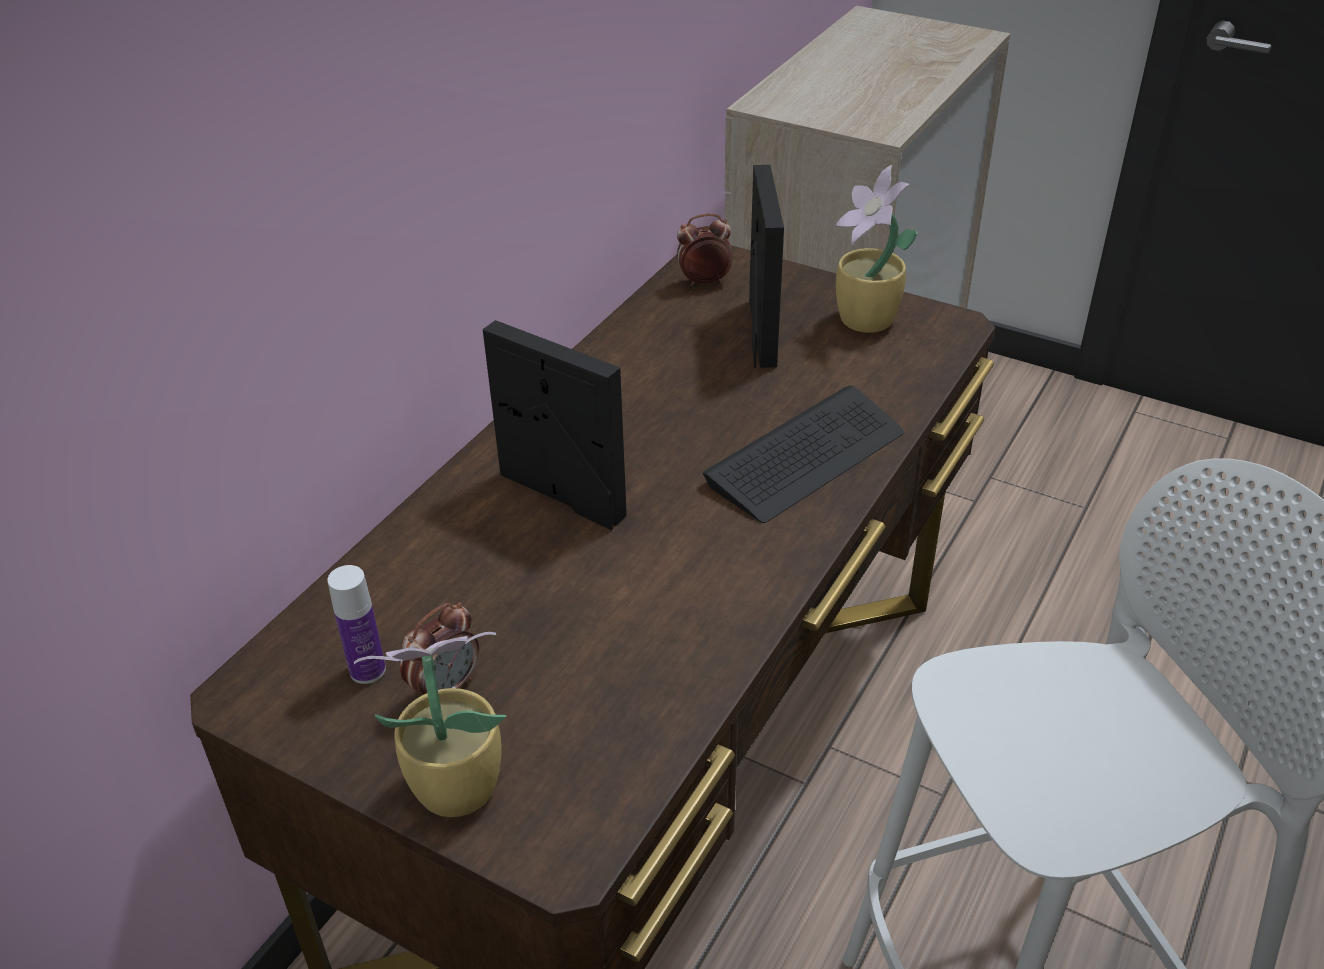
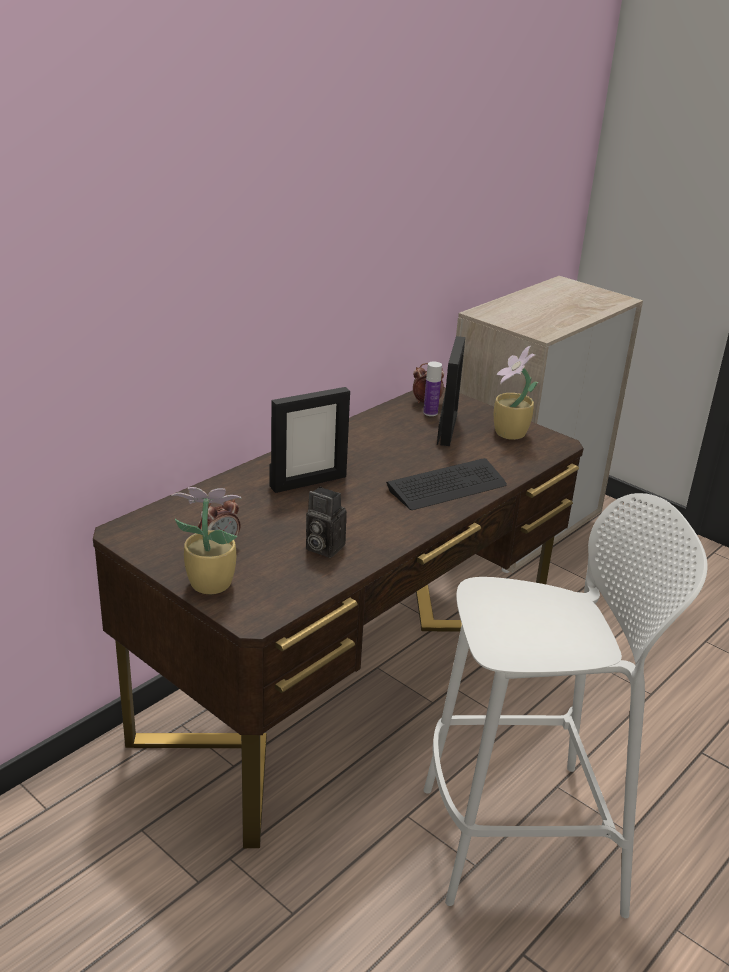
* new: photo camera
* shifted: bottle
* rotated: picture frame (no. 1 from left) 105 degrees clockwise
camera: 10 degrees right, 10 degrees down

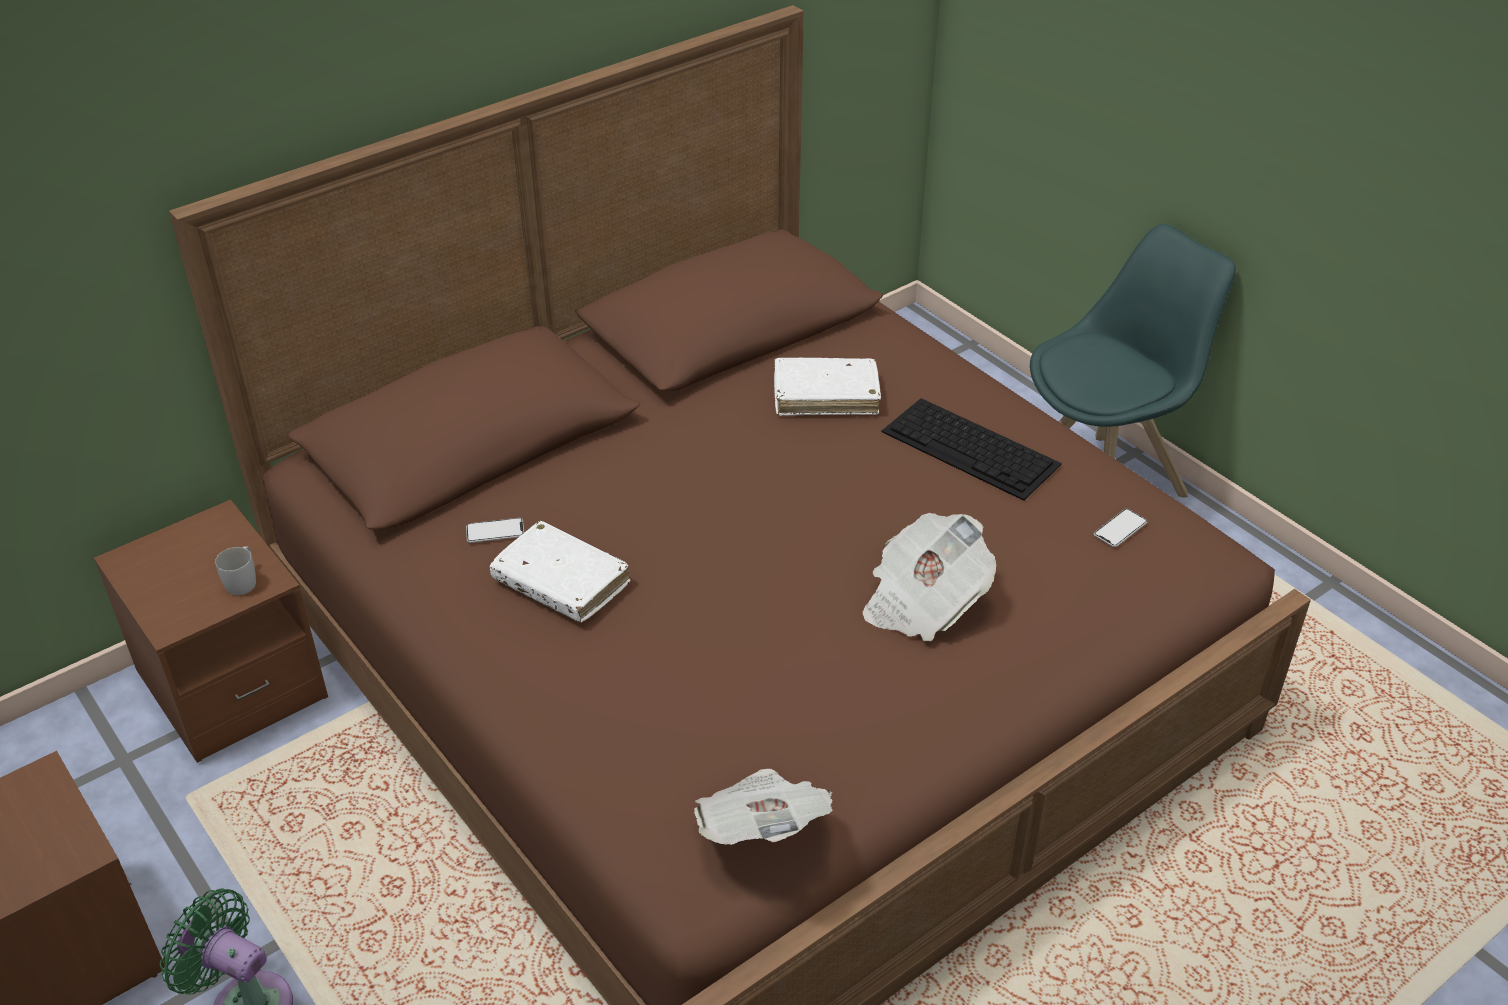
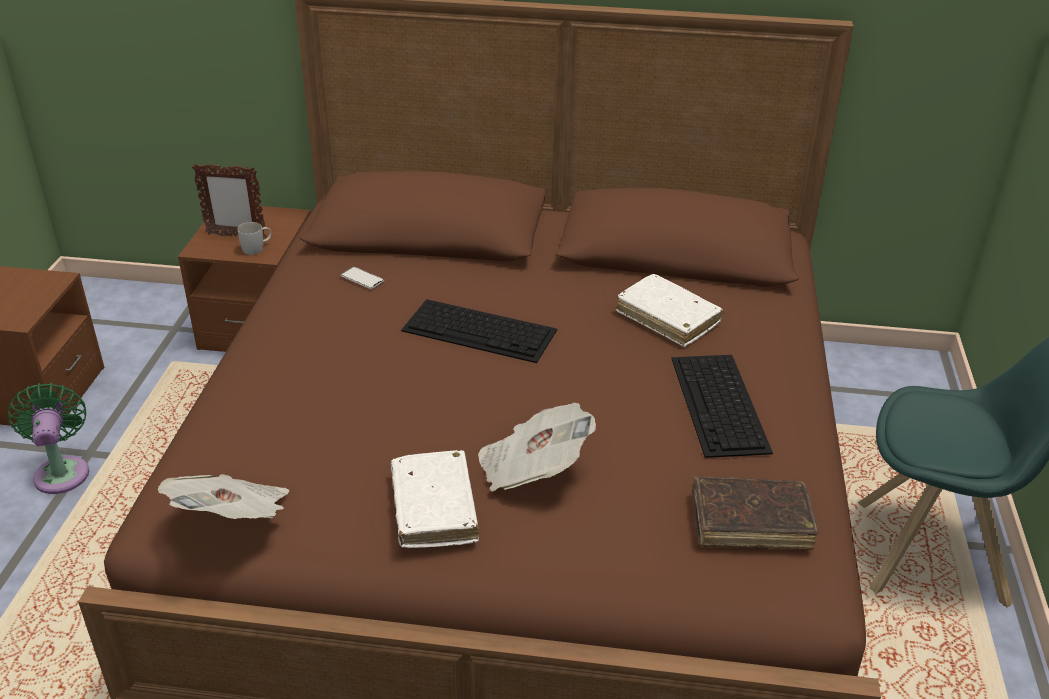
* new: picture frame
* new: keyboard (no. 1 from left)
* shifted: book (white) (no. 1 from left)
* swapped: phone (no. 2 from left) to book (brown)
camera: 45 degrees right, 5 degrees down

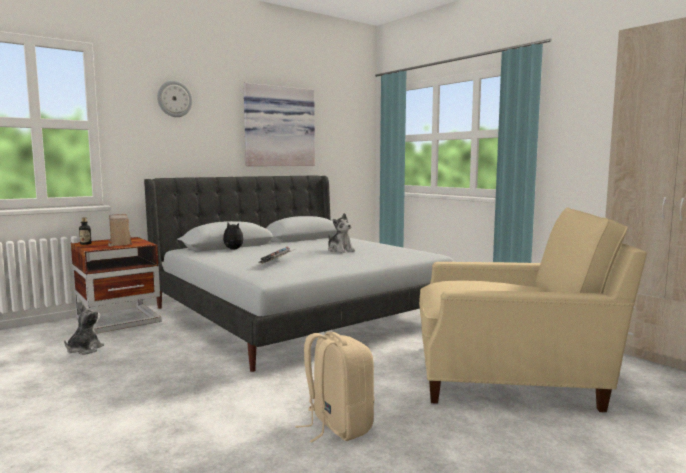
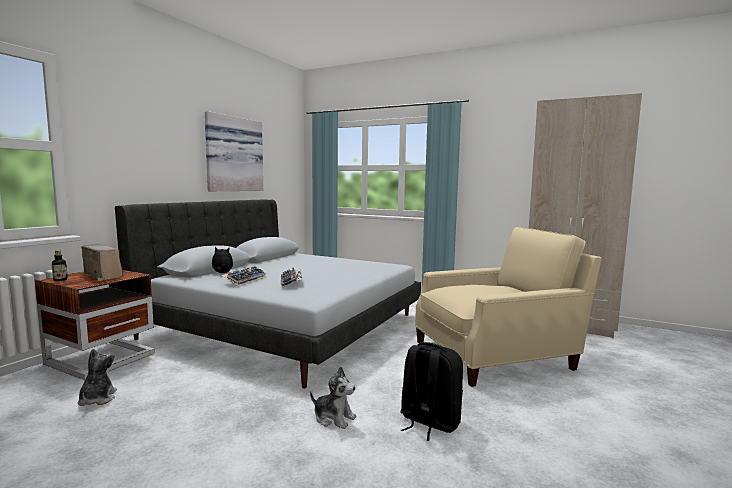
* gone: wall clock
* new: keyboard (no. 1 from left)
* shifted: plush toy (no. 3 from left)
* repainted: backpack (beige) to backpack (black)
camera: 25 degrees left, 0 degrees up

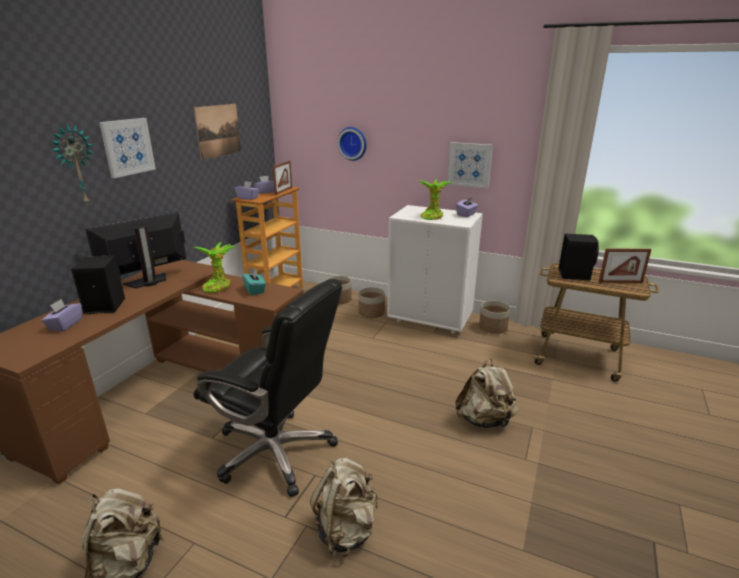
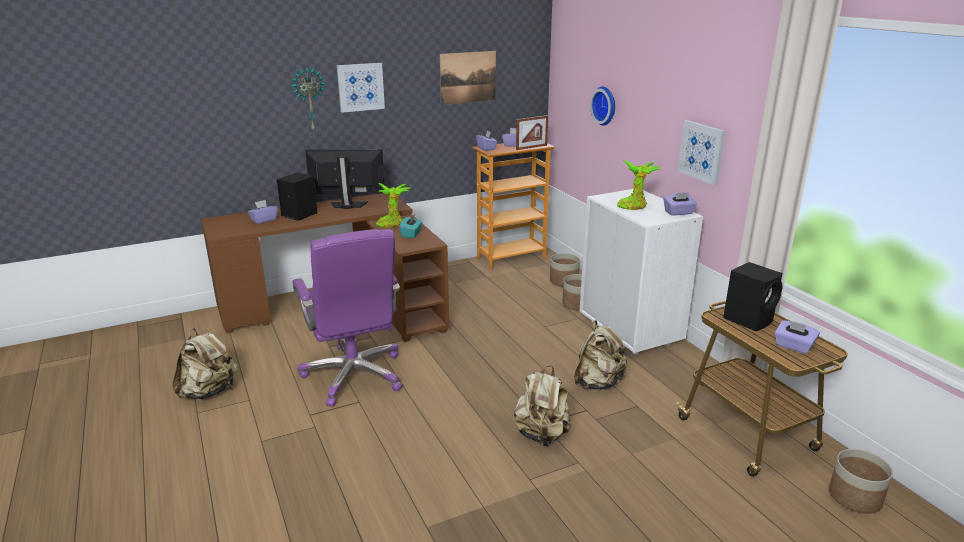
* shifted: backpack (beige) (no. 2 from left in the first image) to backpack (beige) (no. 3 from left)
* shifted: planter (no. 3 from left)
* swapped: picture frame (no. 2 from left) to tissue box (purple) (no. 5 from left)
* repainted: office chair (black) to office chair (purple)
camera: 40 degrees right, 0 degrees up

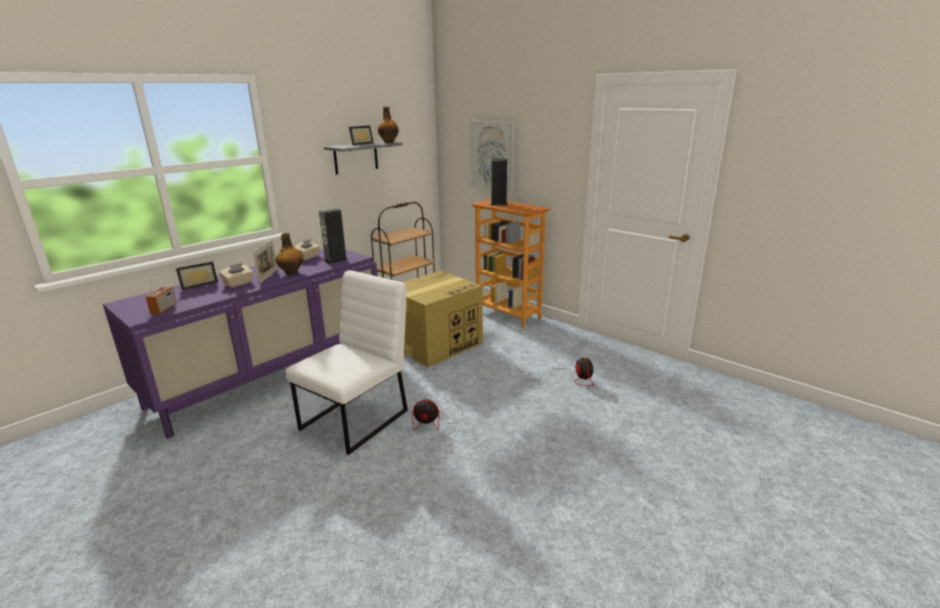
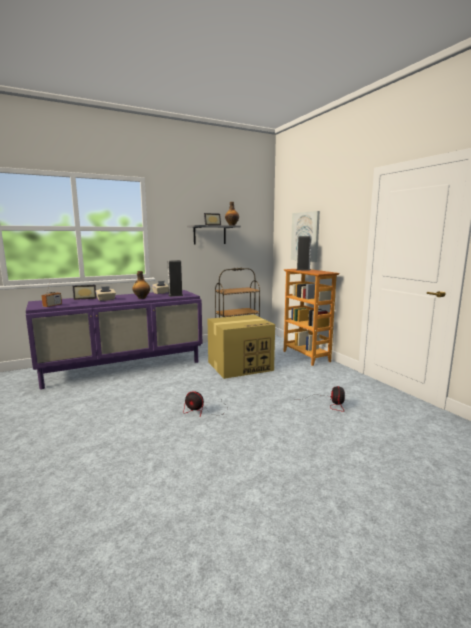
* gone: picture frame (no. 2 from left)
* gone: chair (white)
camera: 20 degrees right, 10 degrees down

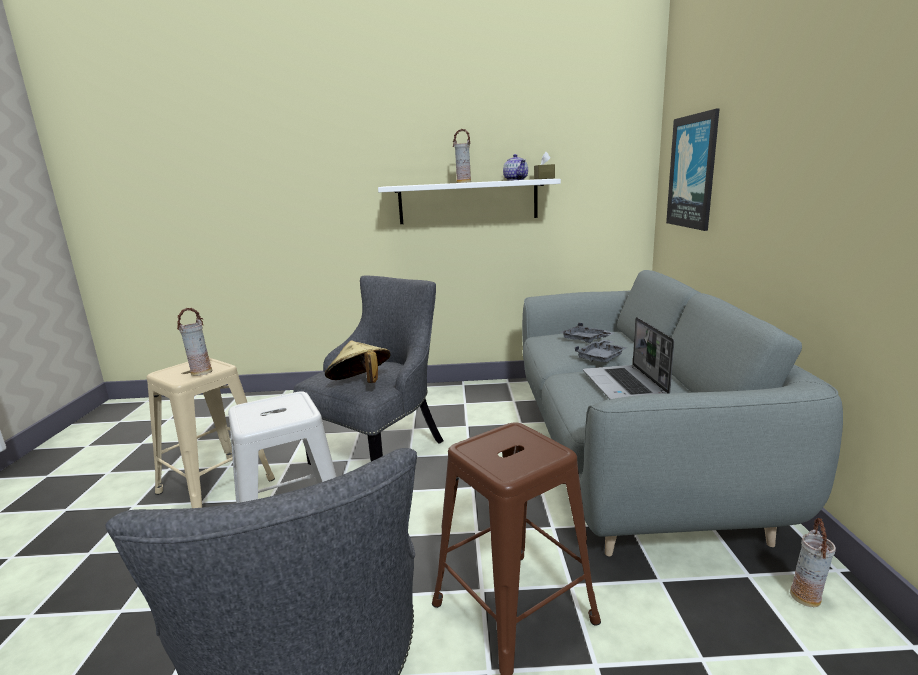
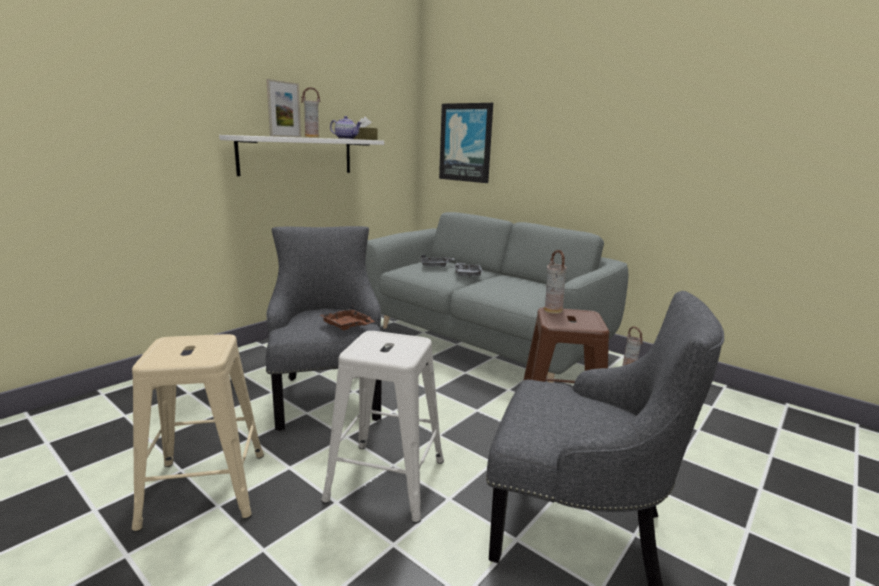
* gone: laptop
* new: picture frame
* shifted: vase (no. 1 from left in the first image) to vase (no. 2 from left)
* swapped: hat (beige) to tray (brown)
camera: 50 degrees left, 0 degrees up

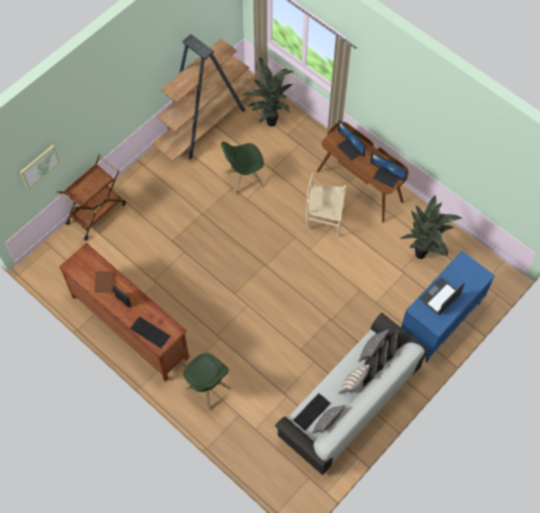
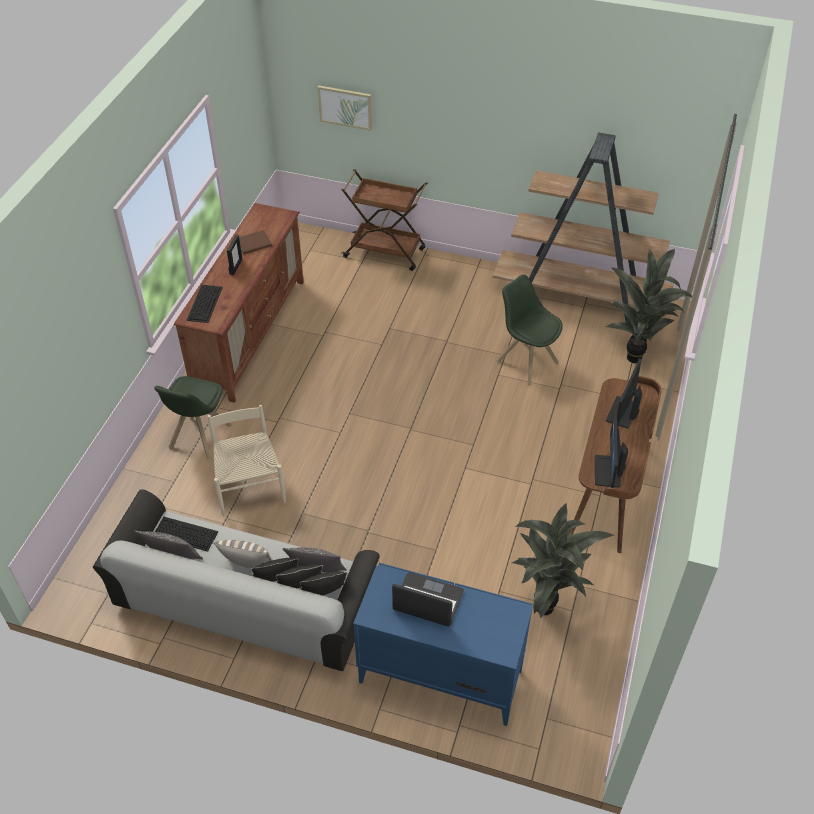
* shifted: chair (beige)
camera: 65 degrees right, 15 degrees down

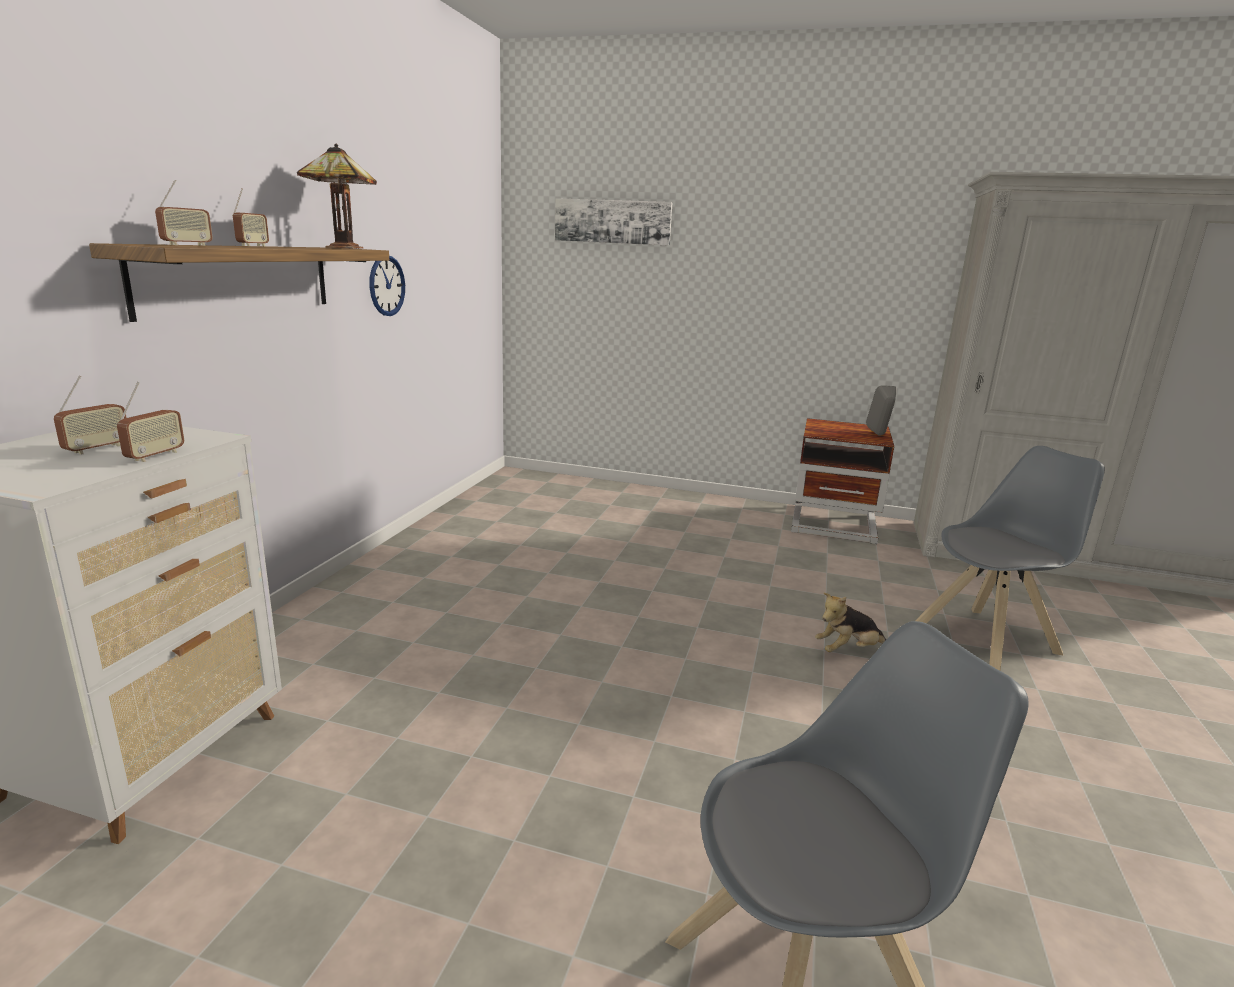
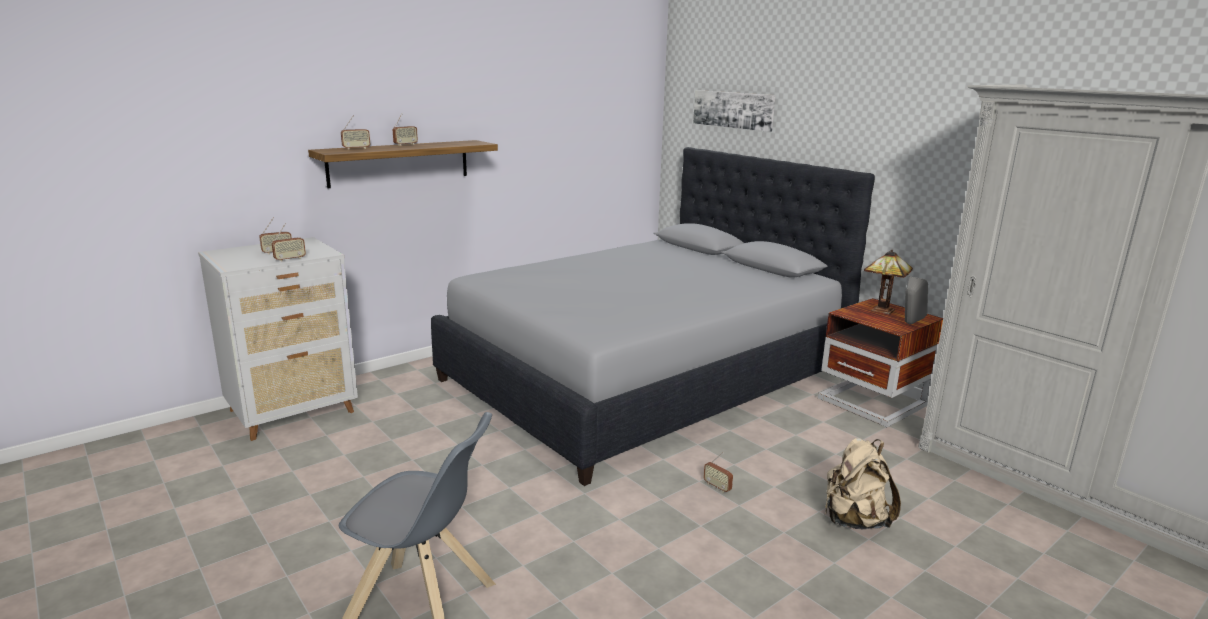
* gone: wall clock
* new: bed (grey)
* shifted: table lamp
* swapped: plush toy to radio (no. 5 from left)
* swapped: chair (grey) (no. 2 from left) to backpack (beige)
camera: 35 degrees right, 0 degrees up

